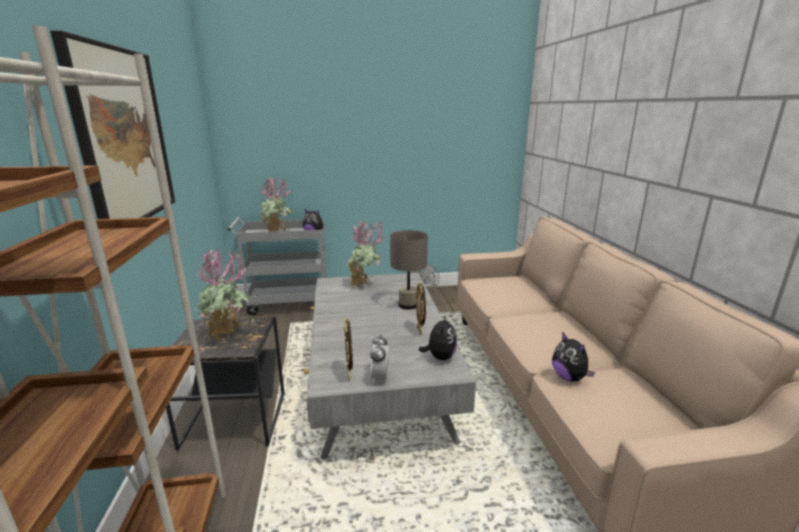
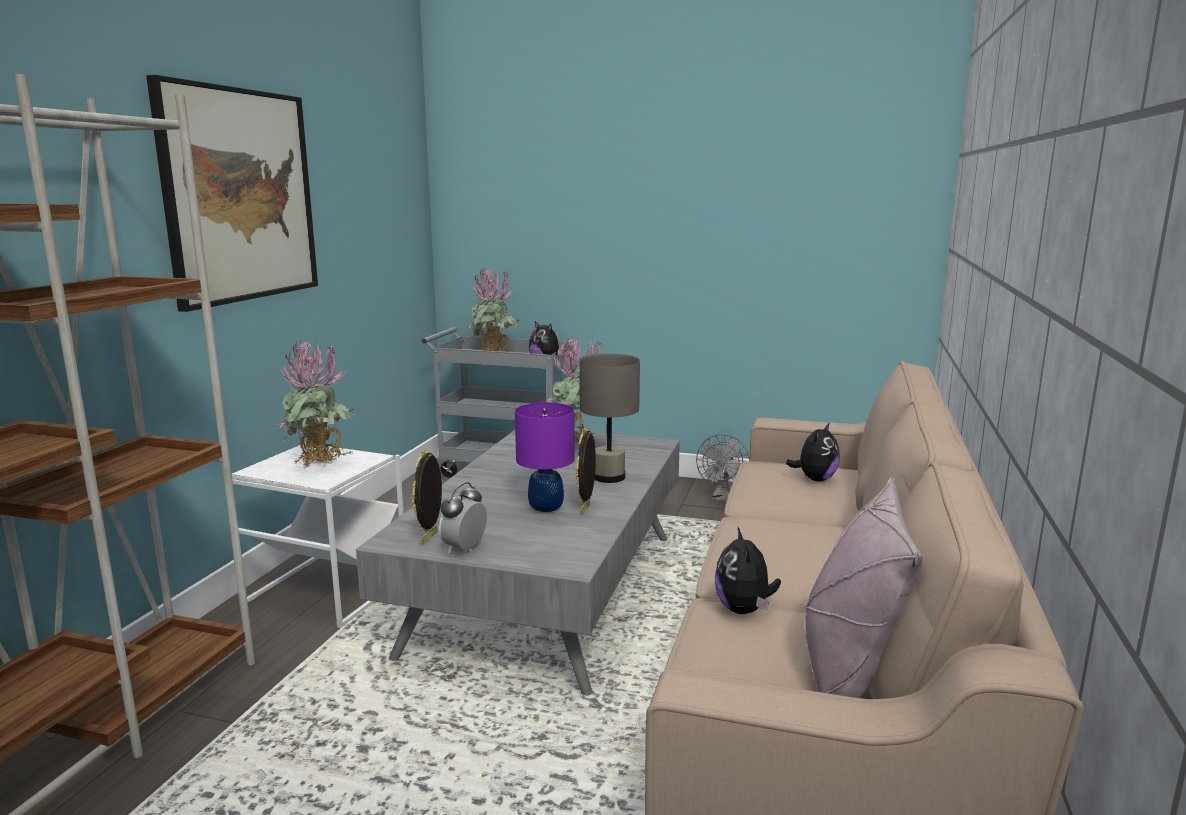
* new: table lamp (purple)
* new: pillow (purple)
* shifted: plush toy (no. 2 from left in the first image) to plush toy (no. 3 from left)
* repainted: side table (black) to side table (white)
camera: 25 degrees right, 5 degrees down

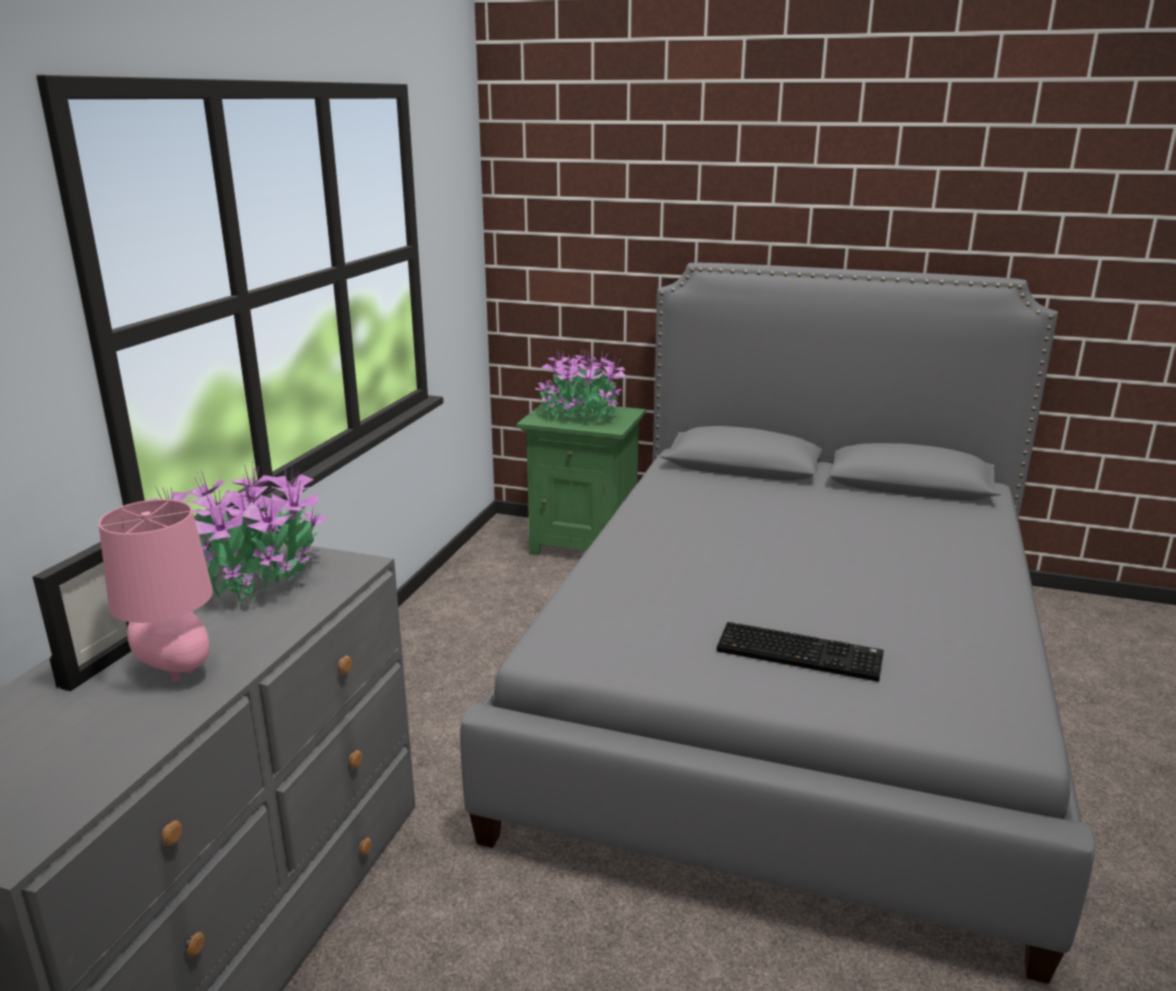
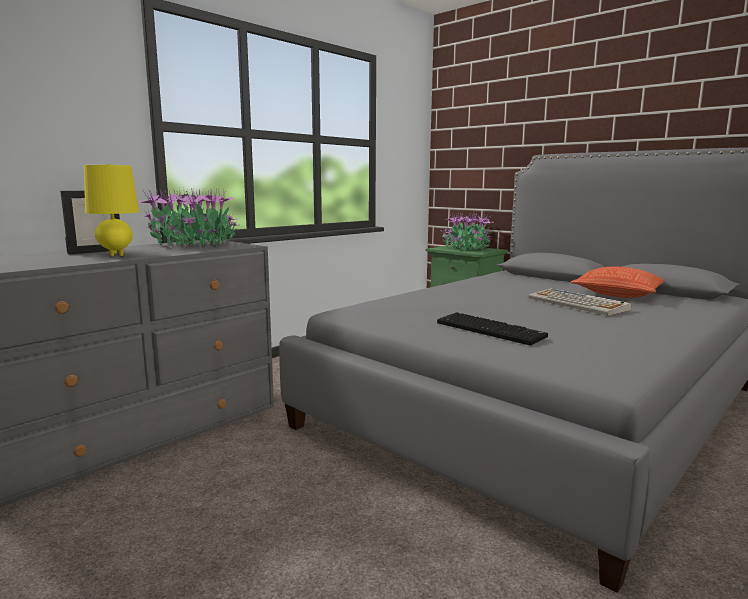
* new: keyboard (no. 2 from left)
* new: pillow (orange)
* repainted: table lamp (pink) to table lamp (yellow)
camera: 25 degrees right, 10 degrees down

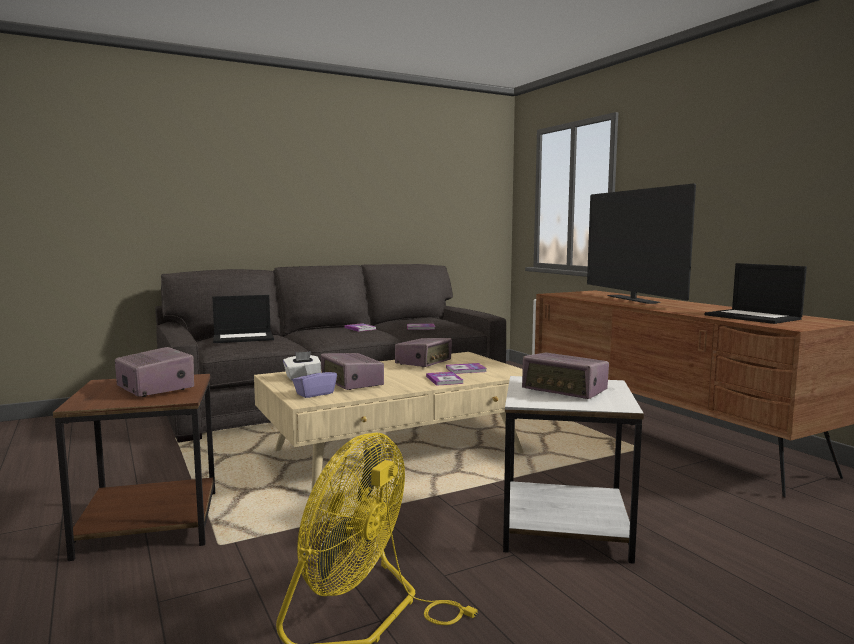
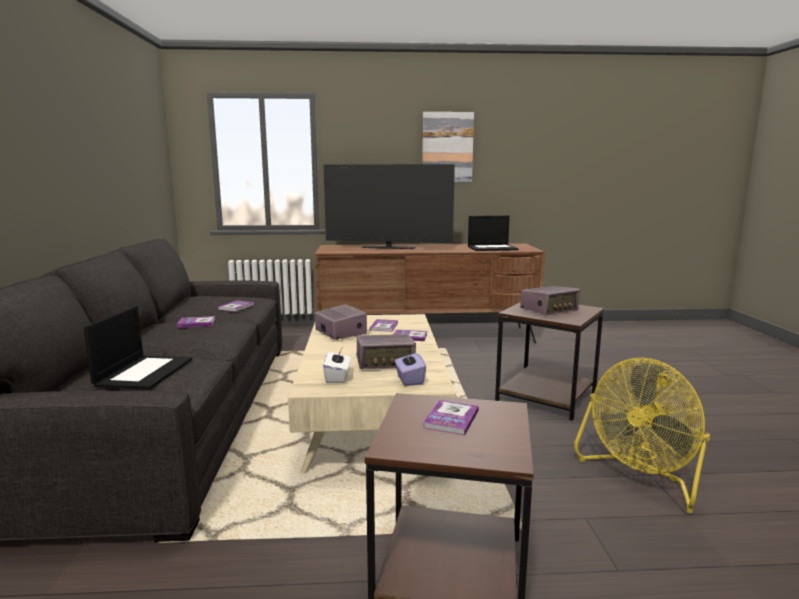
* new: picture
* swapped: radio (no. 1 from left) to book (no. 5 from left)
* repainted: side table (white) to side table (brown) (no. 2 from left)
camera: 65 degrees left, 5 degrees up

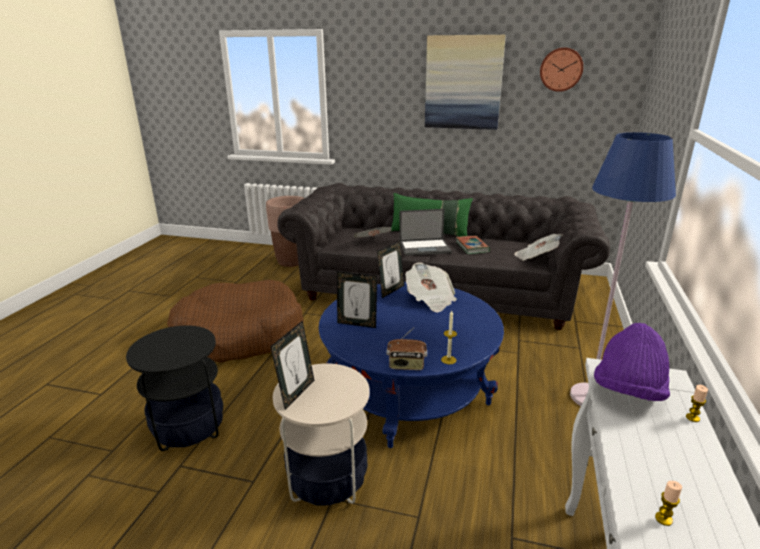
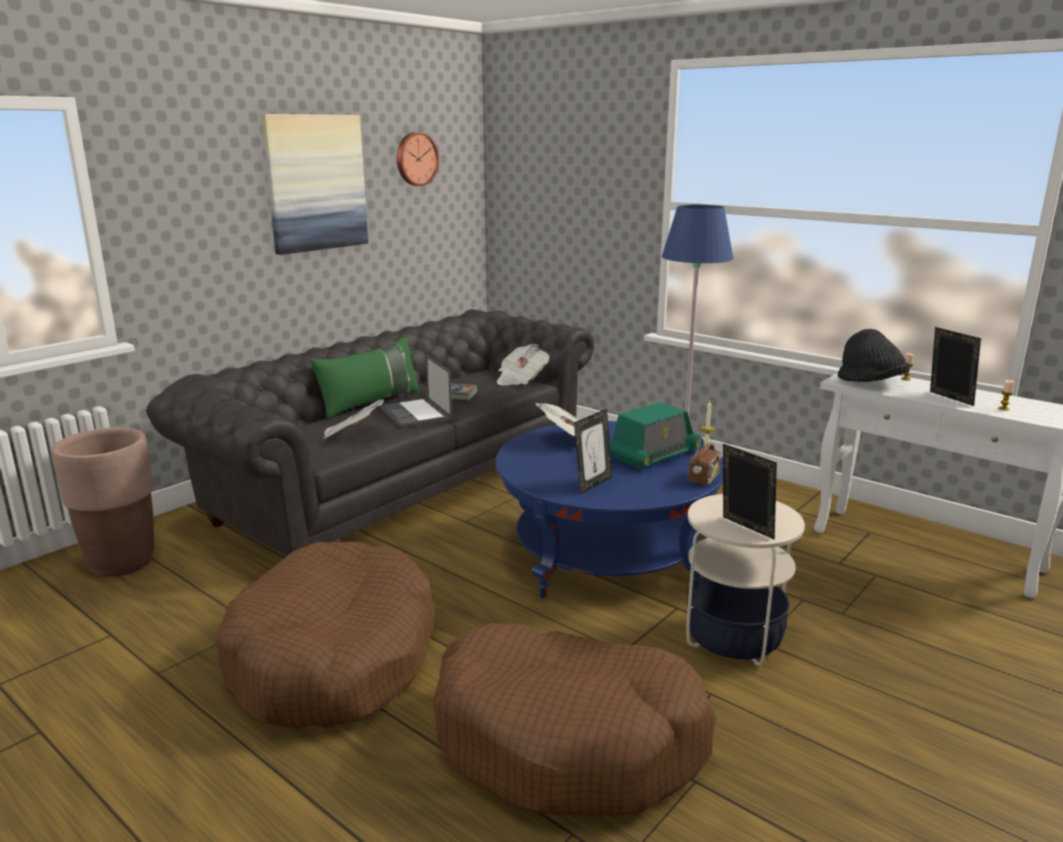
* new: radio (no. 1 from left)
* shifted: picture frame (no. 3 from left)
* swapped: side table (black) to dog bed (brown) (no. 2 from left)
* repainted: hat (purple) to hat (black)
* rotated: laptop 135 degrees clockwise
camera: 65 degrees left, 5 degrees down

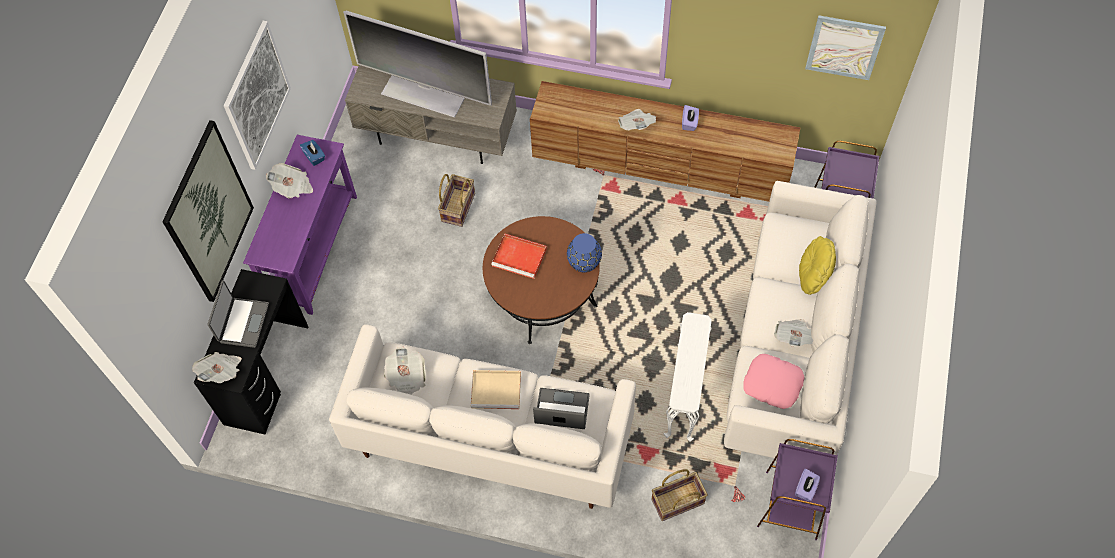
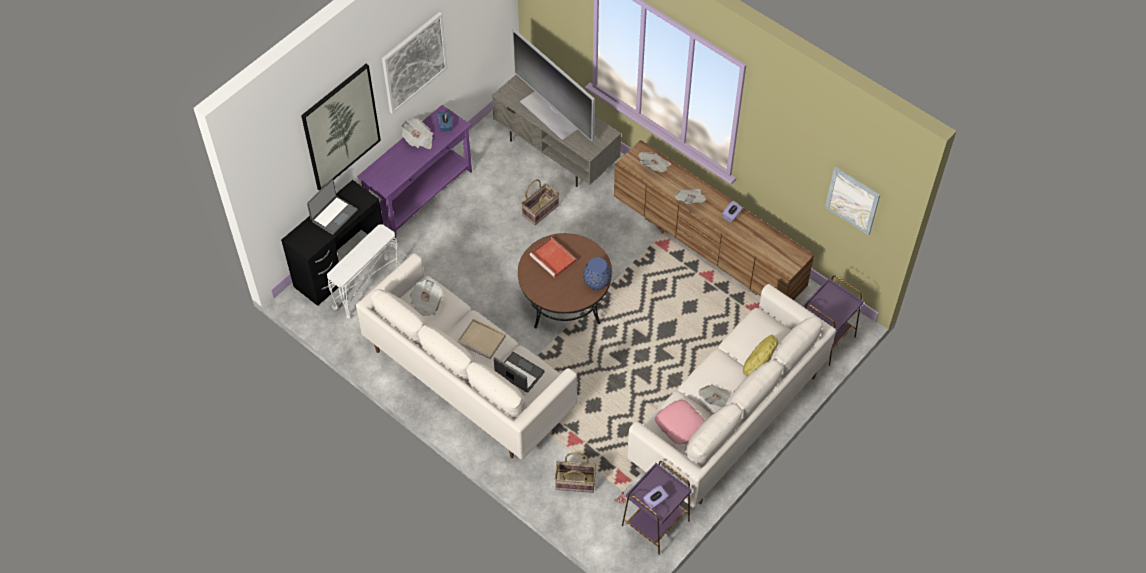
* shifted: newspaper (no. 1 from left in the first image) to newspaper (no. 3 from left)
* shifted: side table (white)
camera: 25 degrees right, 5 degrees down

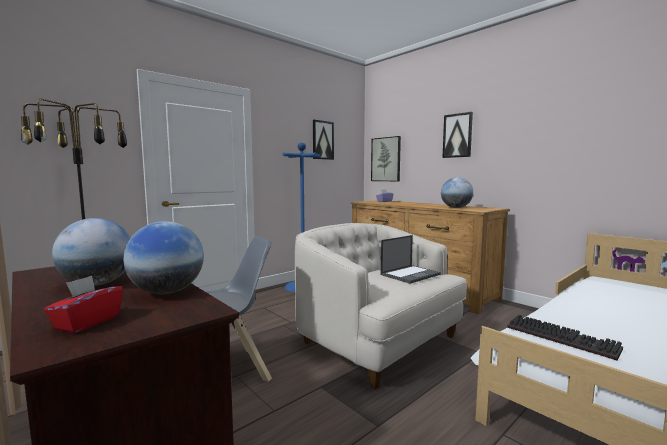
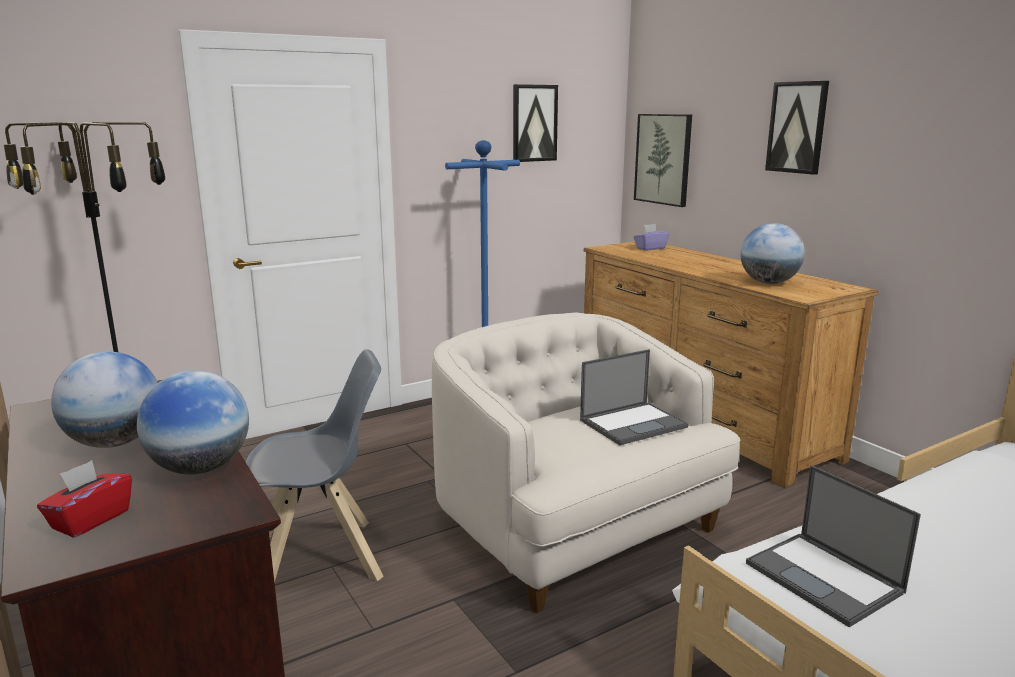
* swapped: keyboard to laptop (no. 2 from left)
camera: 10 degrees right, 10 degrees up

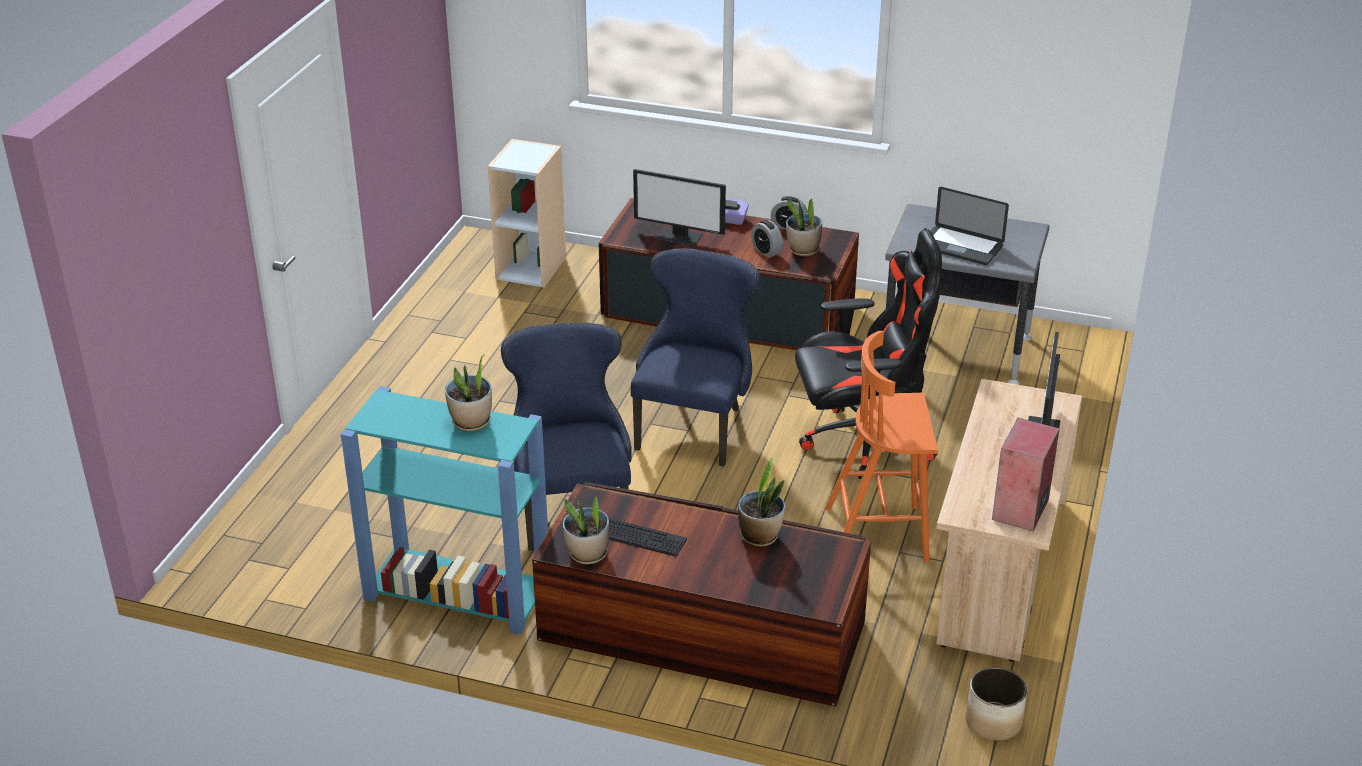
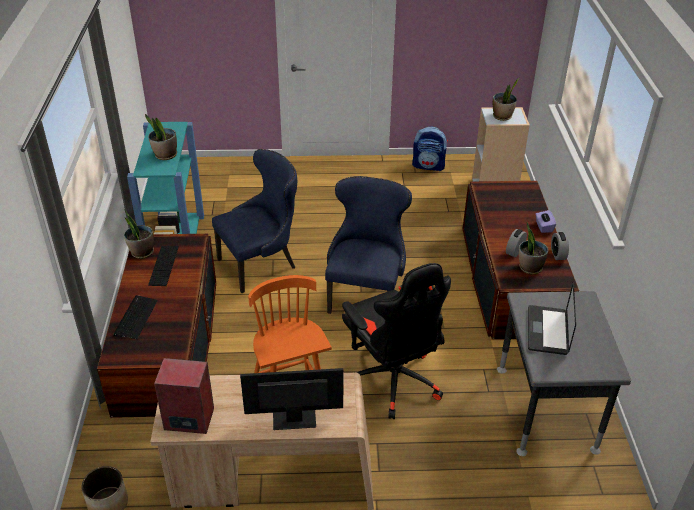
* gone: monitor (no. 1 from left)
* new: keyboard (no. 1 from left)
* new: backpack
* shifted: potted plant (no. 3 from left)
* rotated: chair (blue) (no. 2 from left) 75 degrees counterclockwise
camera: 70 degrees right, 5 degrees up

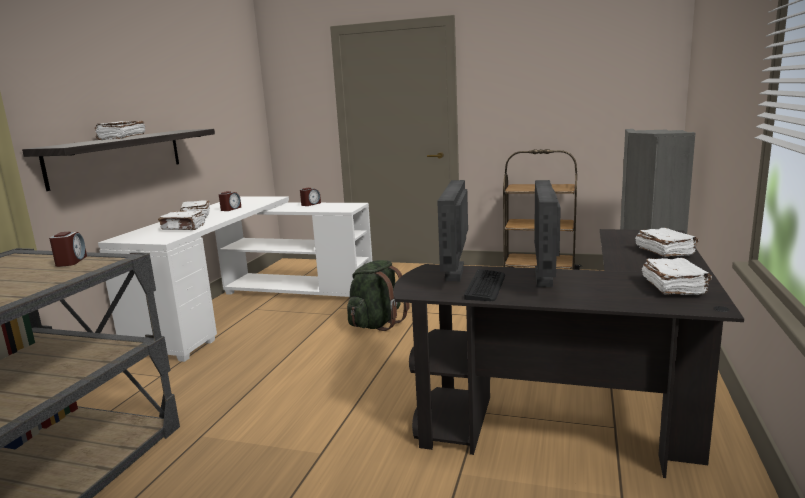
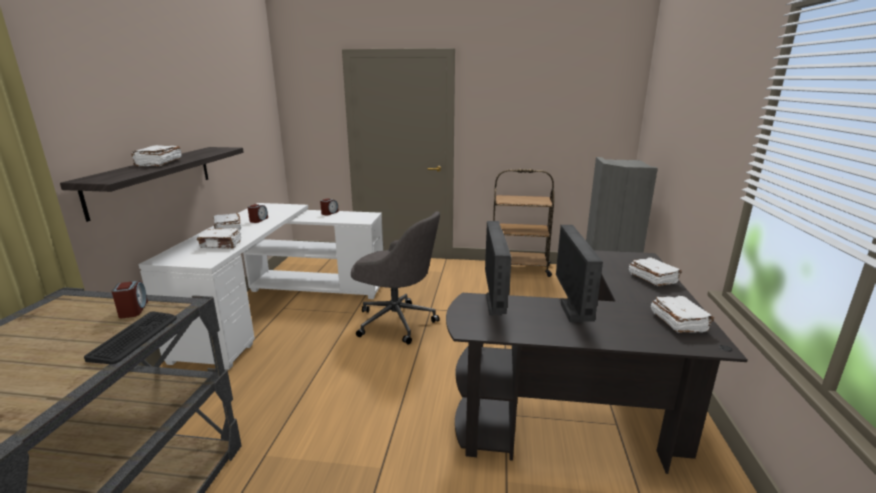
* shifted: keyboard
* swapped: backpack (green) to office chair (grey)
camera: 10 degrees left, 5 degrees up

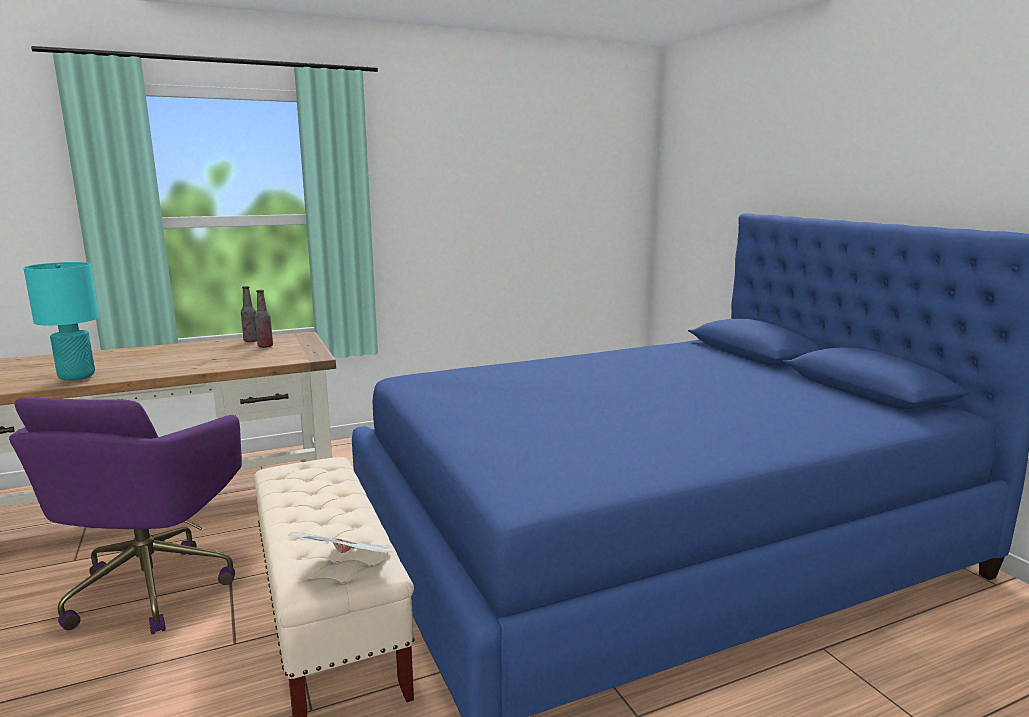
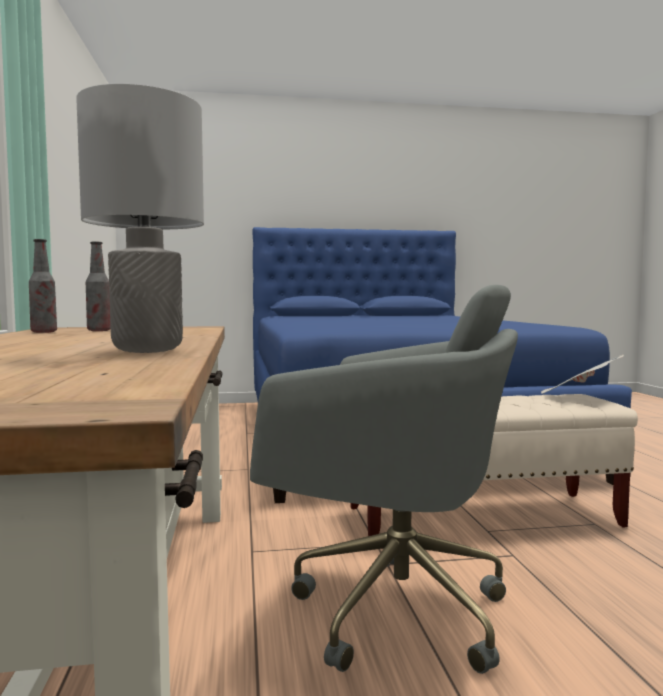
* repainted: office chair (purple) to office chair (grey)
* repainted: table lamp (turquoise) to table lamp (grey)
camera: 75 degrees left, 10 degrees down

